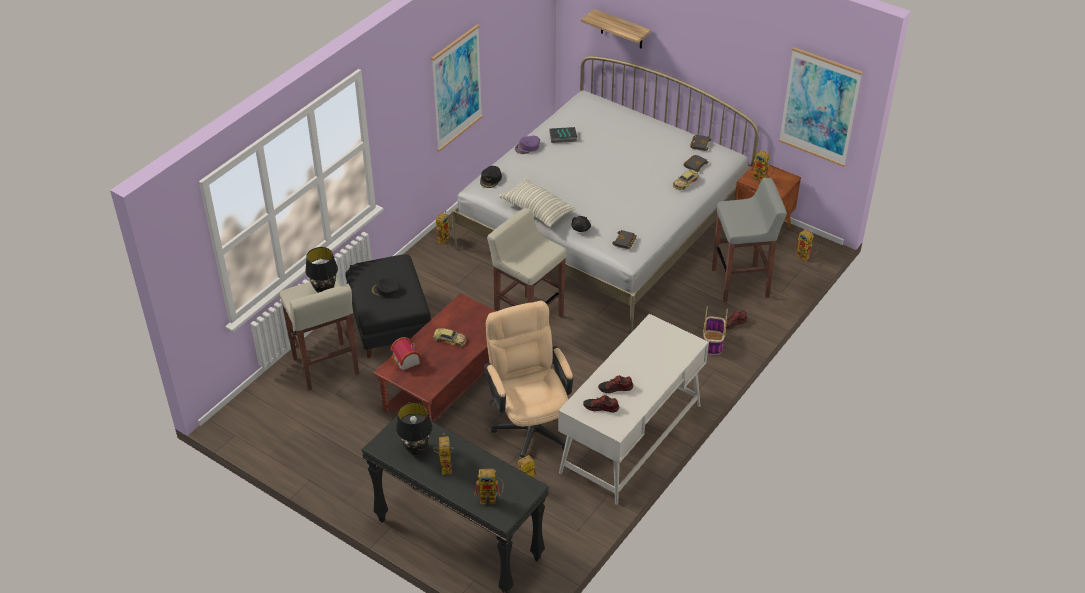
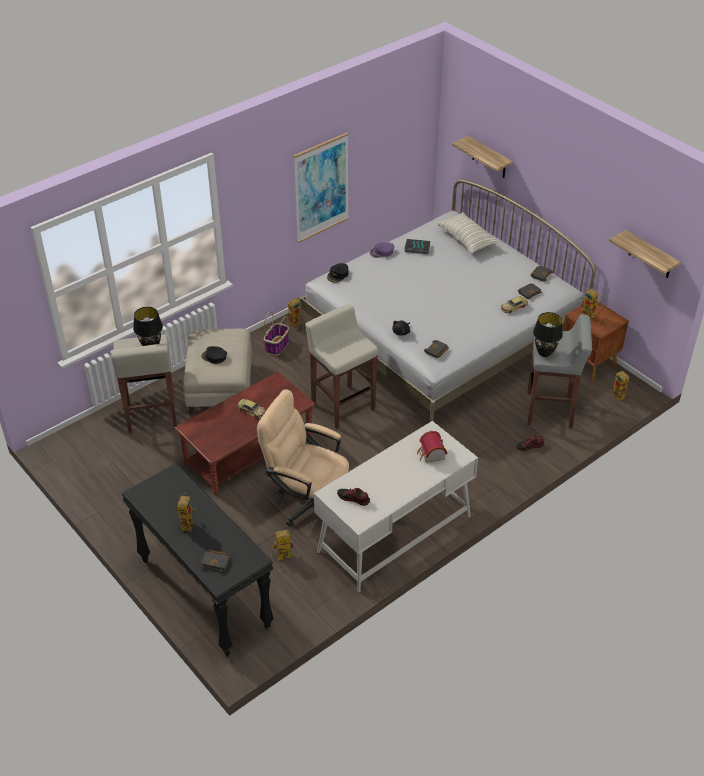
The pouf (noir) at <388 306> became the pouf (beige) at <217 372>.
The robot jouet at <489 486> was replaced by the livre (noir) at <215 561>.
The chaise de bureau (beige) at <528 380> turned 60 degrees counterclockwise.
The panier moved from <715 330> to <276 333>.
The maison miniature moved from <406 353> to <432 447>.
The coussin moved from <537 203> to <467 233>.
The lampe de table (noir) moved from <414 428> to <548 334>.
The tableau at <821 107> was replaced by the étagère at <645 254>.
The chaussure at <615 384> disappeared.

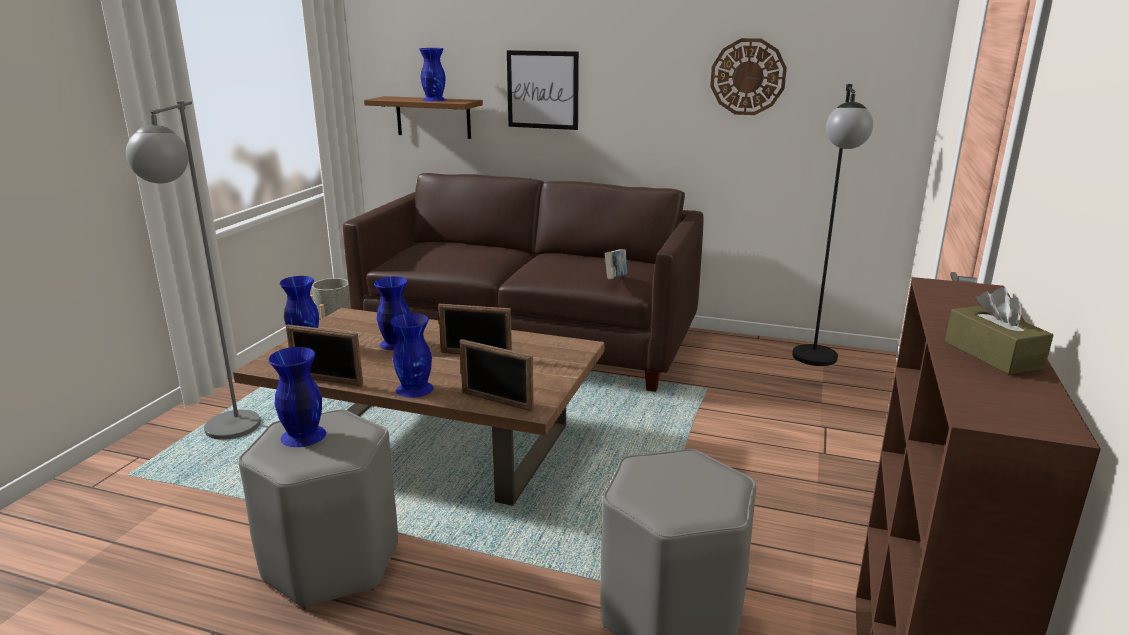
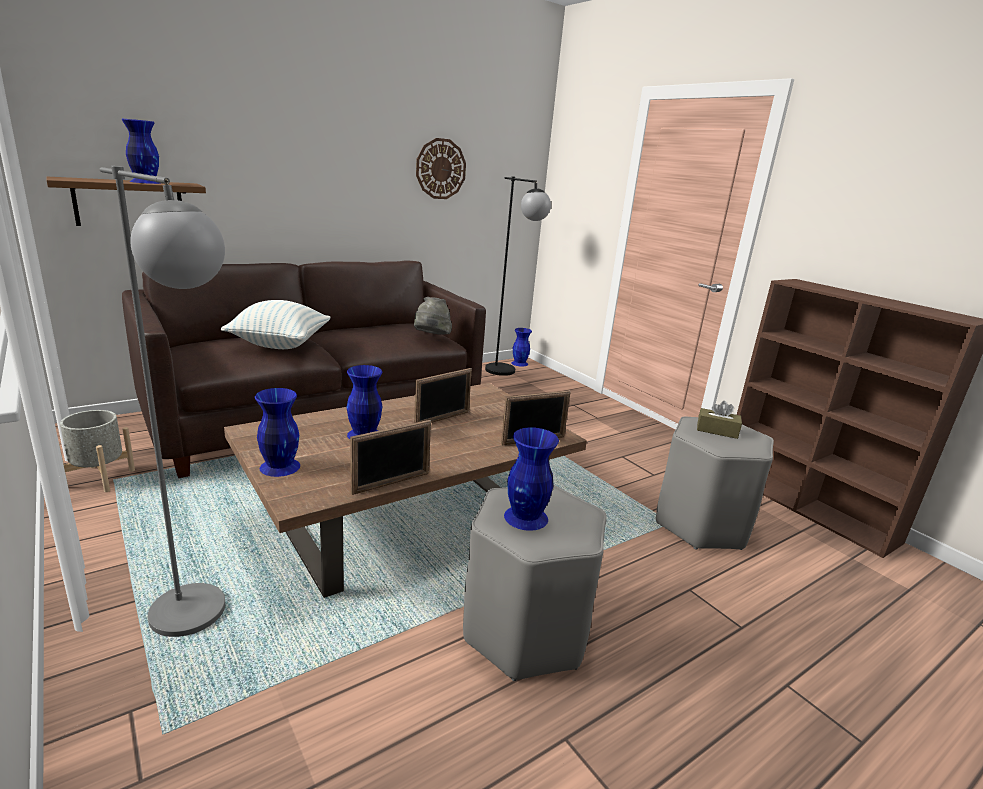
The coussin at <276 324> appeared.
The livre at <616 264> was replaced by the chapeau (gris) at <433 316>.
The vase (bleu) moved from <412 355> to <521 347>.
The boîte à mouchoirs (marron) moved from <999 331> to <719 420>.
The tableau at <543 90> disappeared.

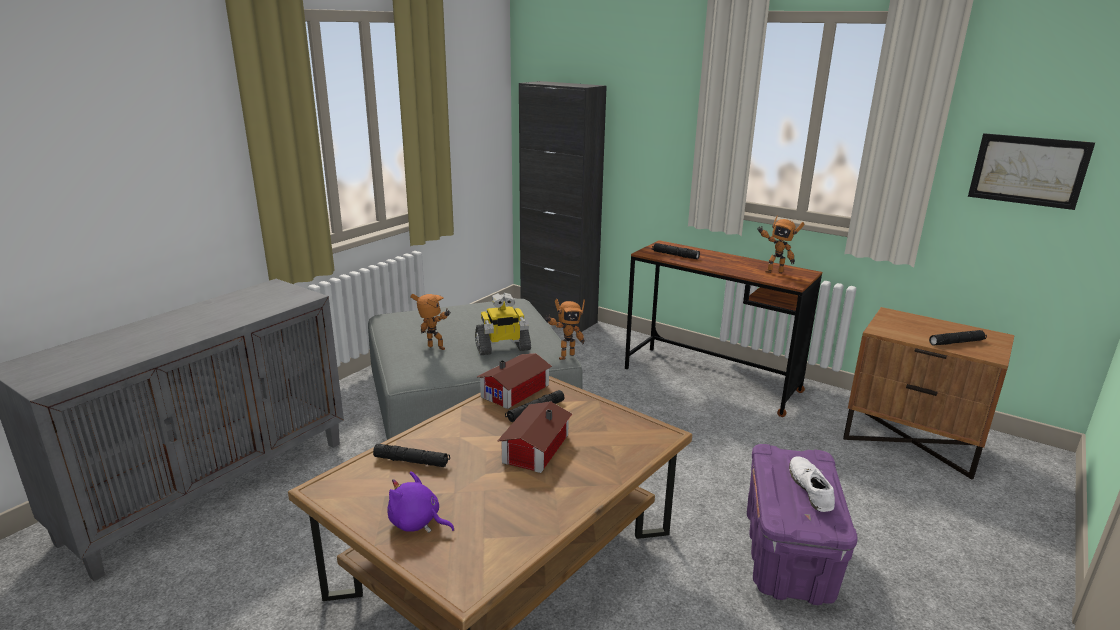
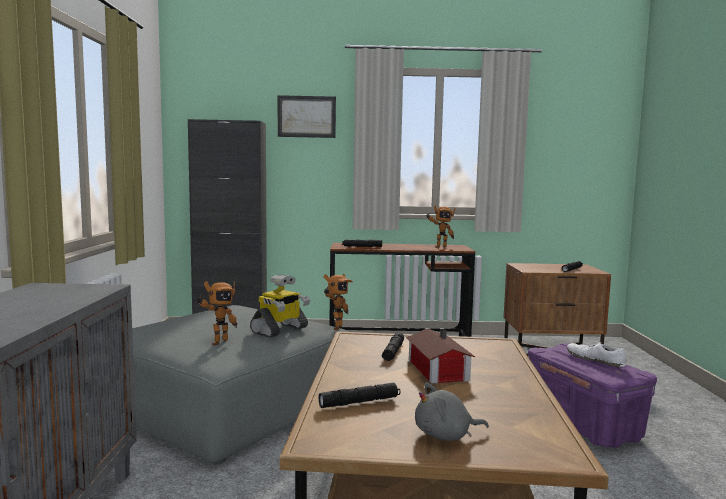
The robot jouet at <430 322> turned 135 degrees clockwise.
The tableau moved from <1031 171> to <307 116>.
The peluche (violet) at <420 502> became the peluche (gris) at <452 411>.
The maison miniature at <514 381> disappeared.

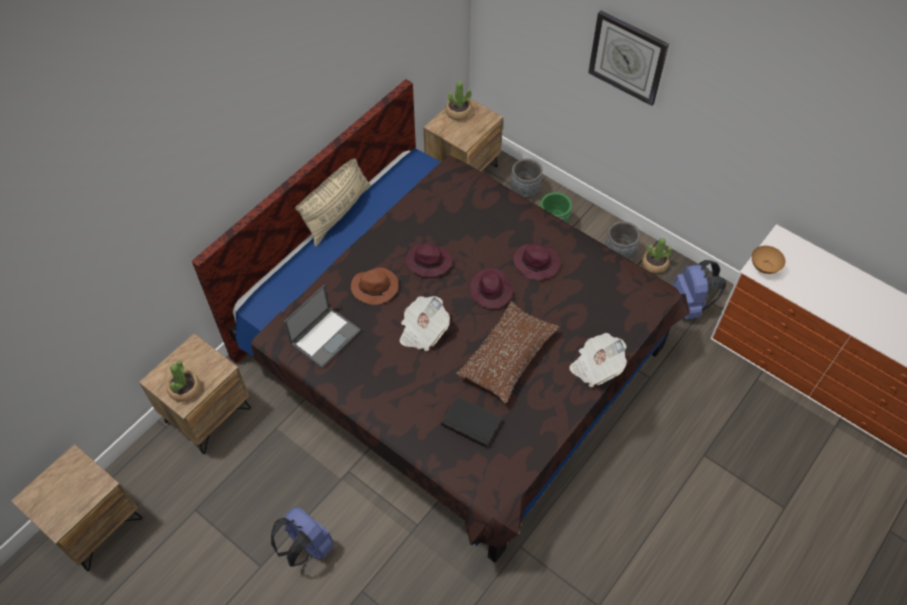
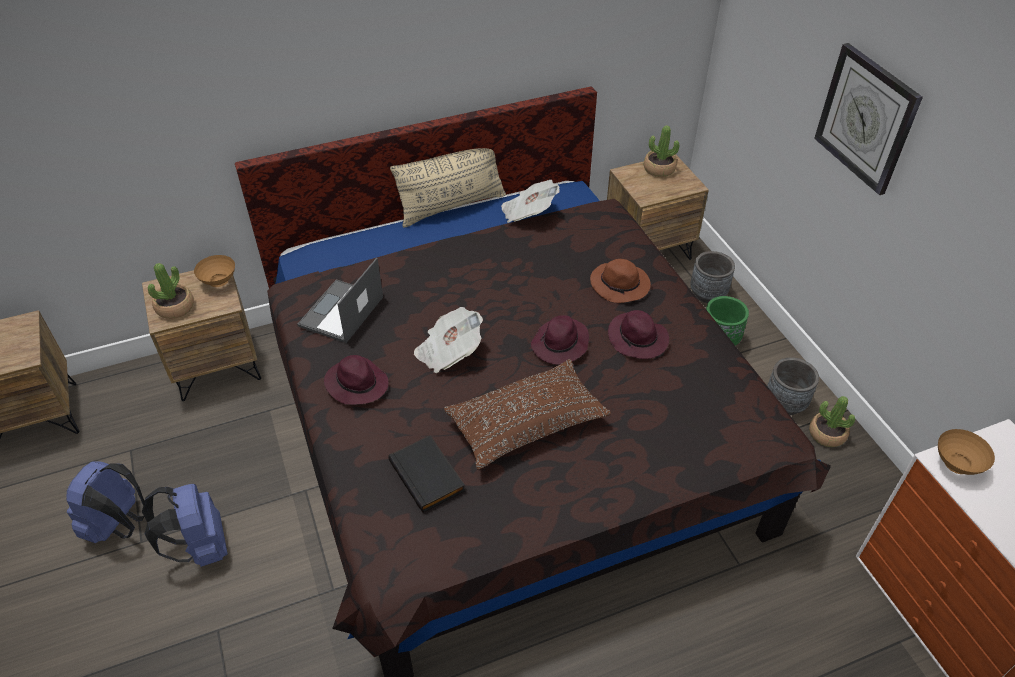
The sac à dos (bleu) moved from <699 290> to <105 502>.
The bol (marron) at <214 271> appeared.
The ordinateur portable at <322 326> turned 135 degrees clockwise.
The chapeau (violet) moved from <428 260> to <356 380>.
The journal moved from <598 360> to <530 201>.
The chapeau (marron) moved from <374 286> to <620 281>.

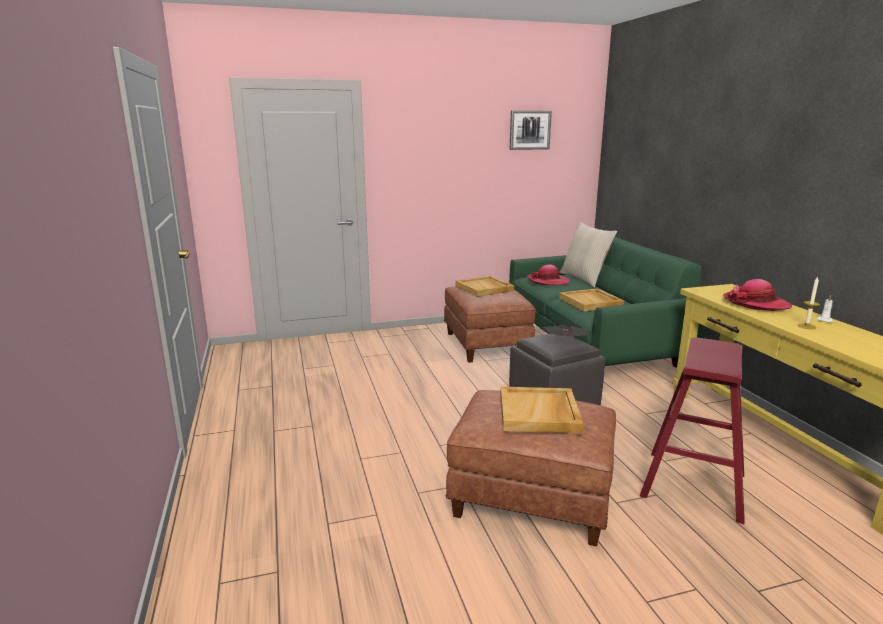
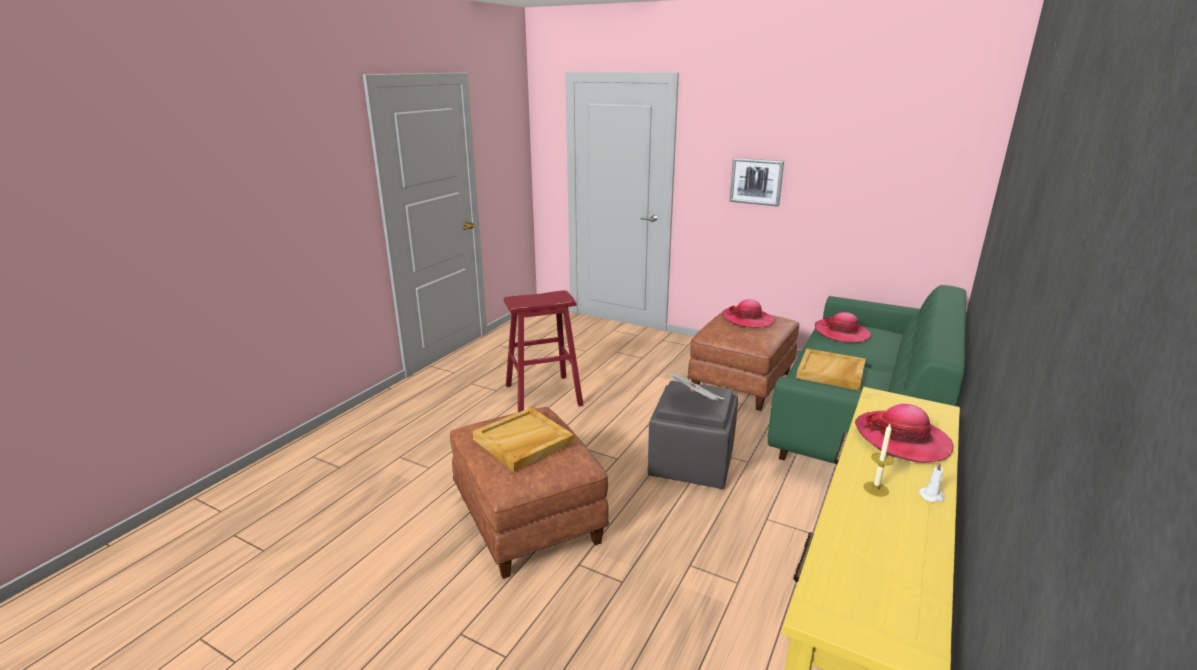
The tabouret (rouge) moved from <692 430> to <544 351>.
The plateau (beige) at <484 286> was replaced by the chapeau at <748 313>.
The tableau moved from <531 130> to <756 182>.
The coussin (beige) at <588 255> disappeared.

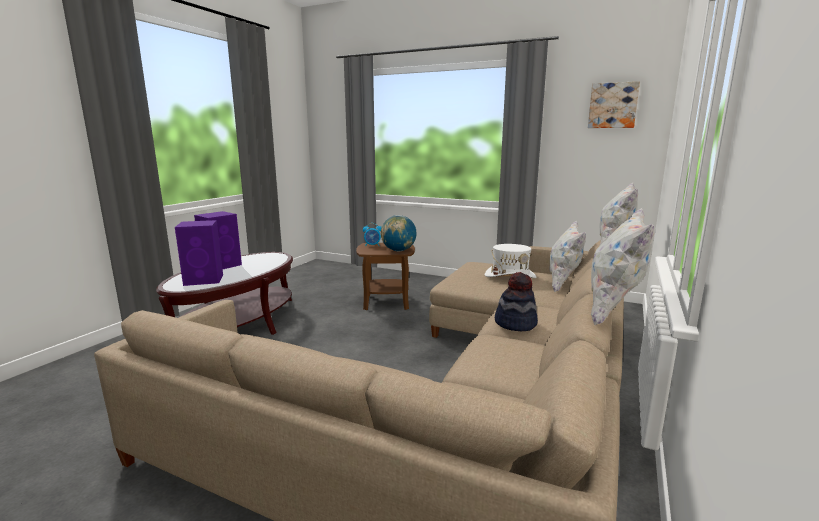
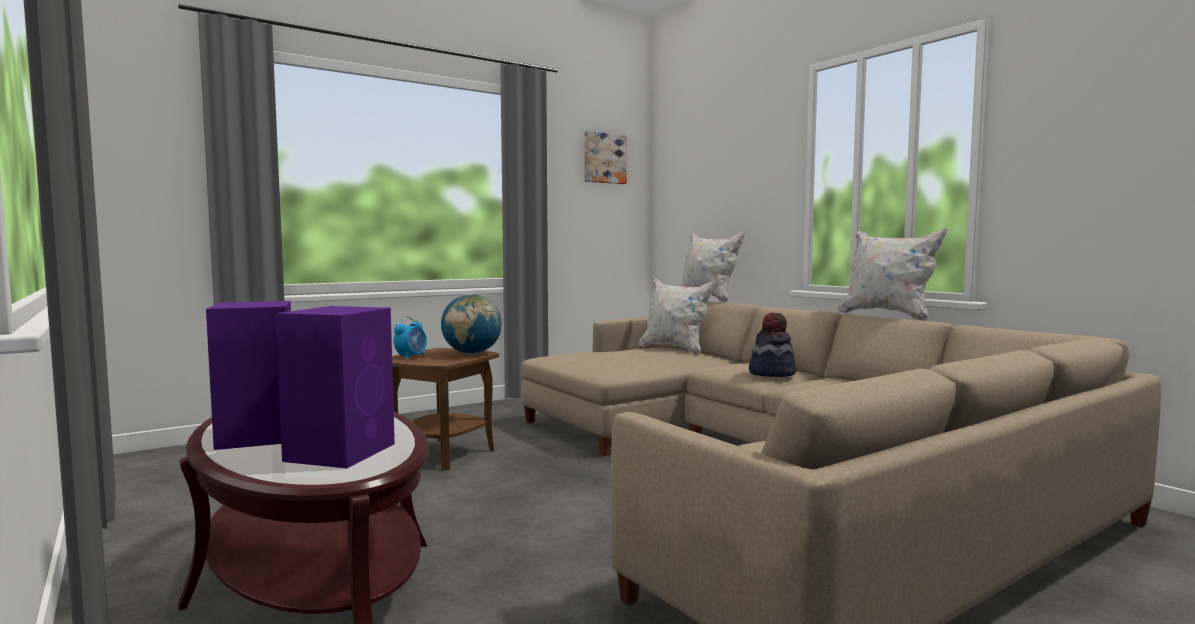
The chapeau (blanc) at <510 261> disappeared.

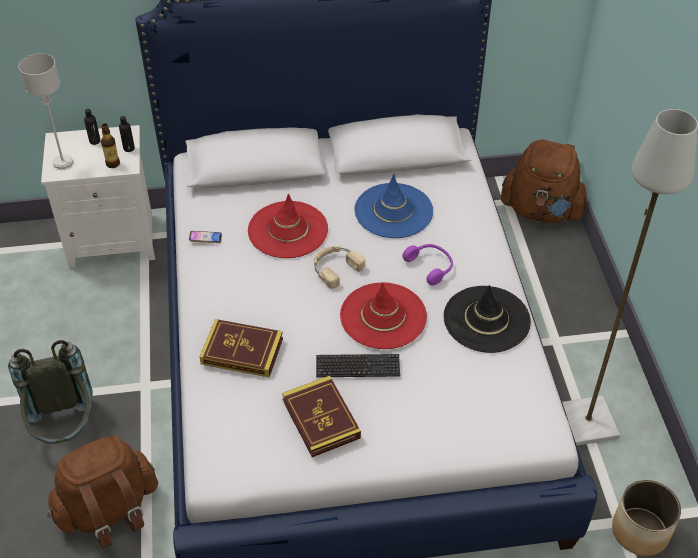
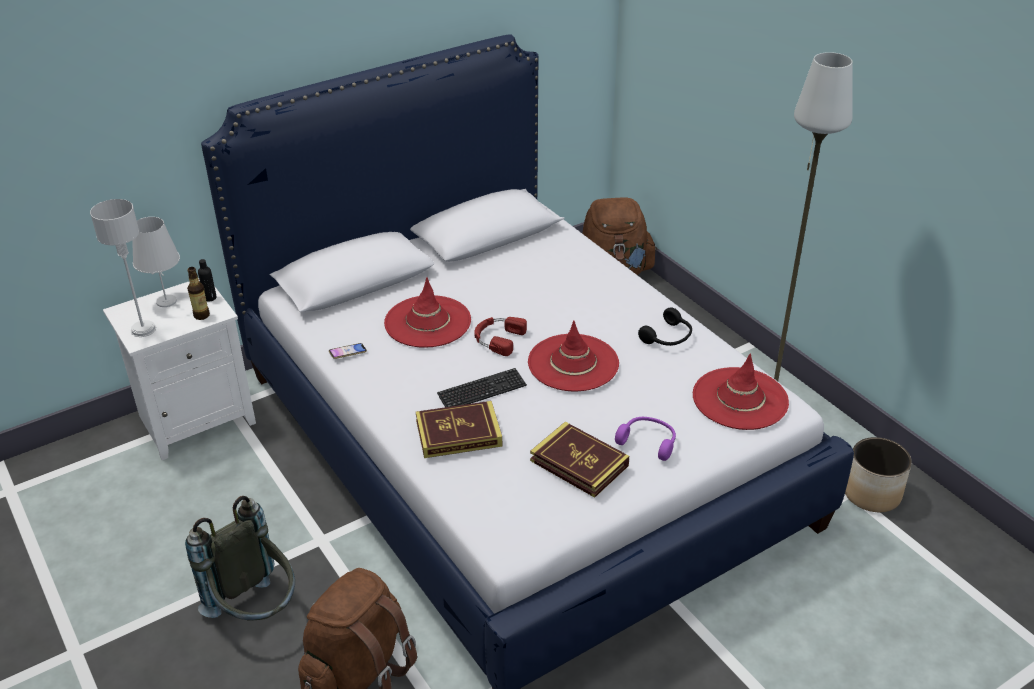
The bouteille (noir) at <92 127> was replaced by the lampe de table (blanc) at <156 262>.
The clavier moved from <358 365> to <482 387>.
The casque audio (beige) at <339 267> became the casque audio (rouge) at <500 336>.
The casque audio (violet) moved from <427 264> to <645 439>.
The chapeau (noir) at <487 319> was replaced by the casque audio (noir) at <665 326>.
The chapeau (rouge) at <741 391> appeared.
The chapeau (bleu) at <394 206> disappeared.

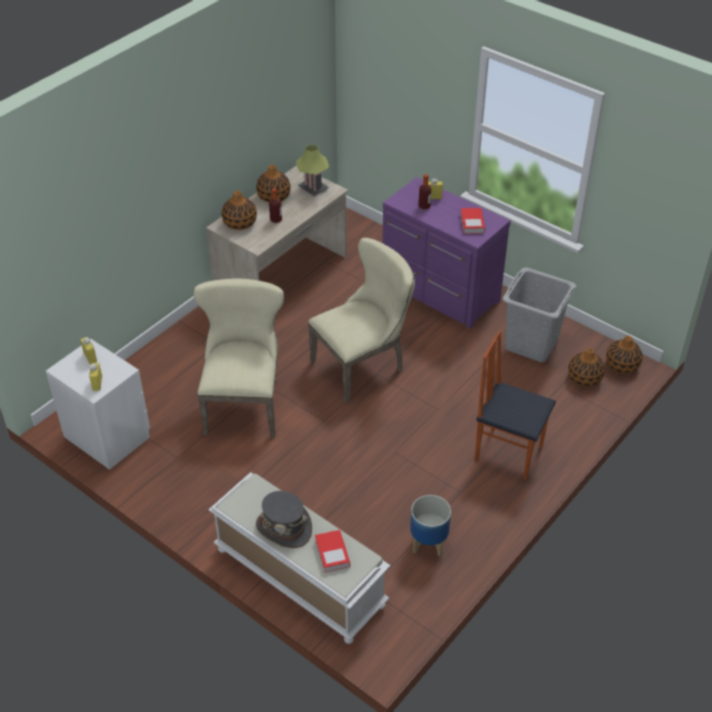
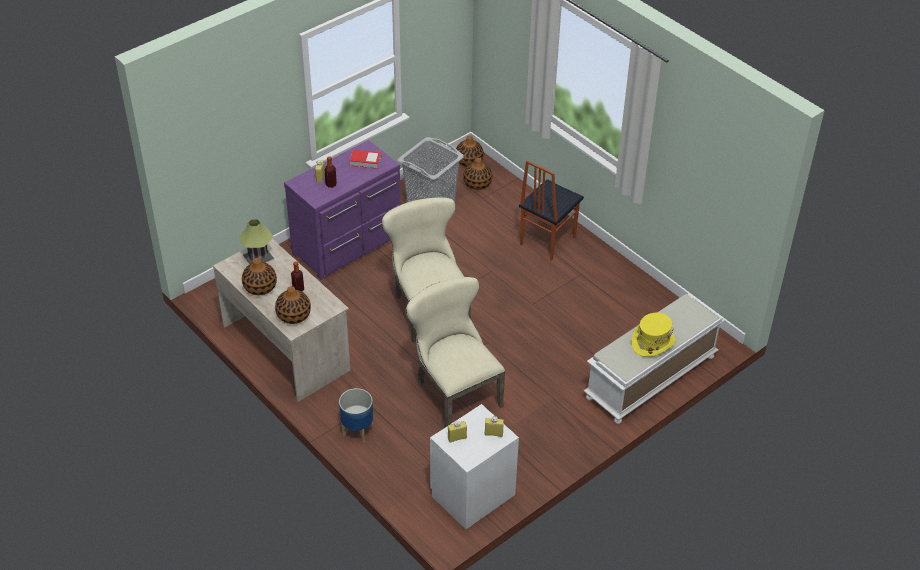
The cache-pot moved from <430 526> to <356 415>.
The chaise (beige) at <238 358> turned 45 degrees clockwise.
The chapeau (gris) at <284 519> became the chapeau (jaune) at <653 335>.
The livre at <332 551> disappeared.

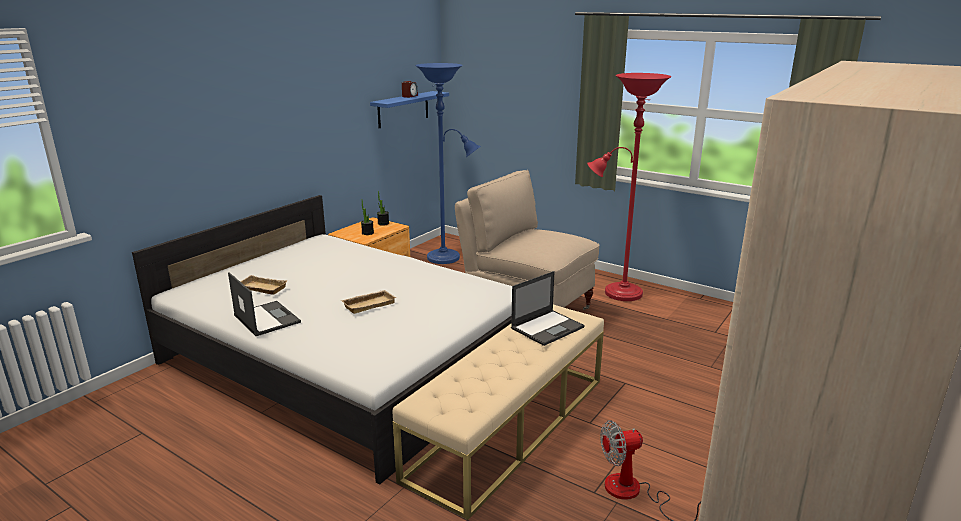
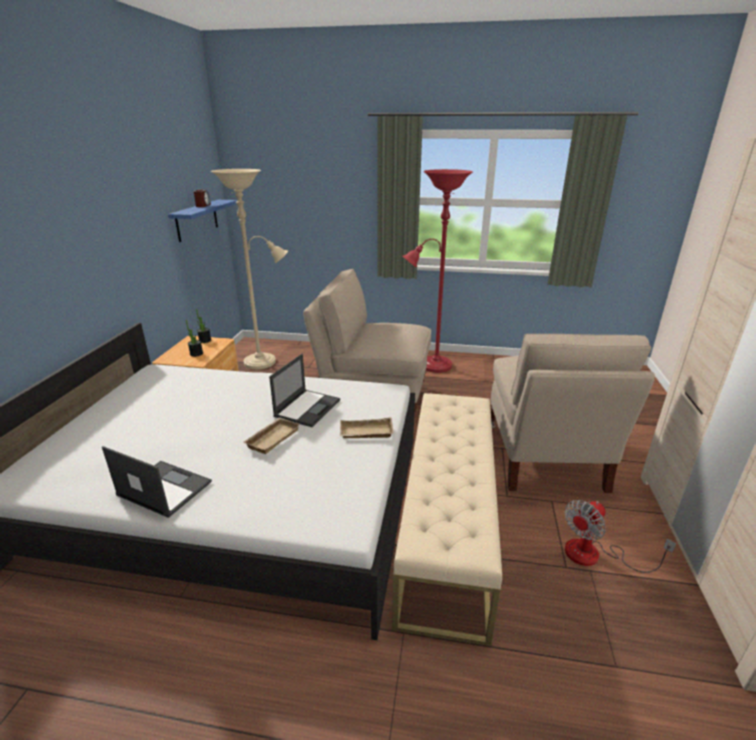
The lampadaire (bleu) at <448 163> became the lampadaire (beige) at <249 269>.
The ordinateur portable moved from <548 308> to <304 390>.
The plateau (beige) moved from <264 285> to <367 427>.
The chaise (beige) at <572 413> appeared.

